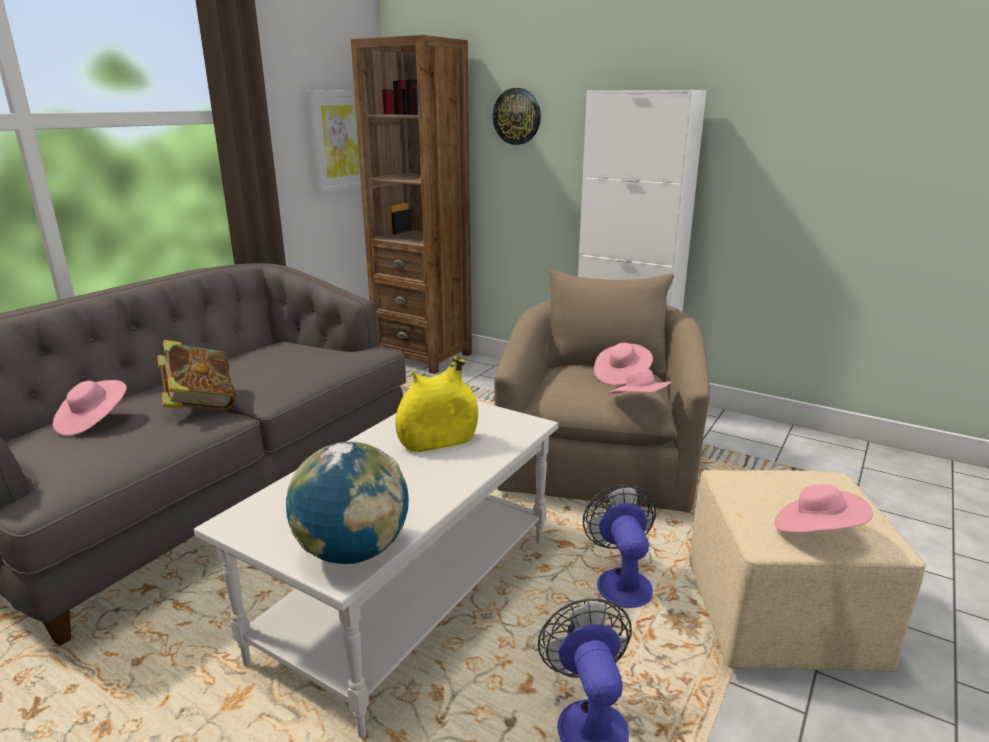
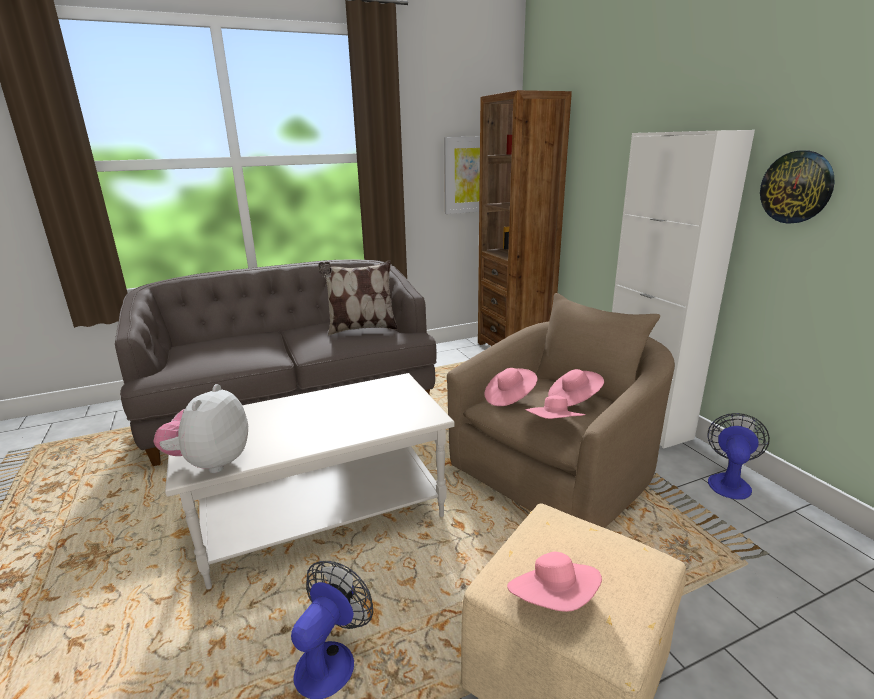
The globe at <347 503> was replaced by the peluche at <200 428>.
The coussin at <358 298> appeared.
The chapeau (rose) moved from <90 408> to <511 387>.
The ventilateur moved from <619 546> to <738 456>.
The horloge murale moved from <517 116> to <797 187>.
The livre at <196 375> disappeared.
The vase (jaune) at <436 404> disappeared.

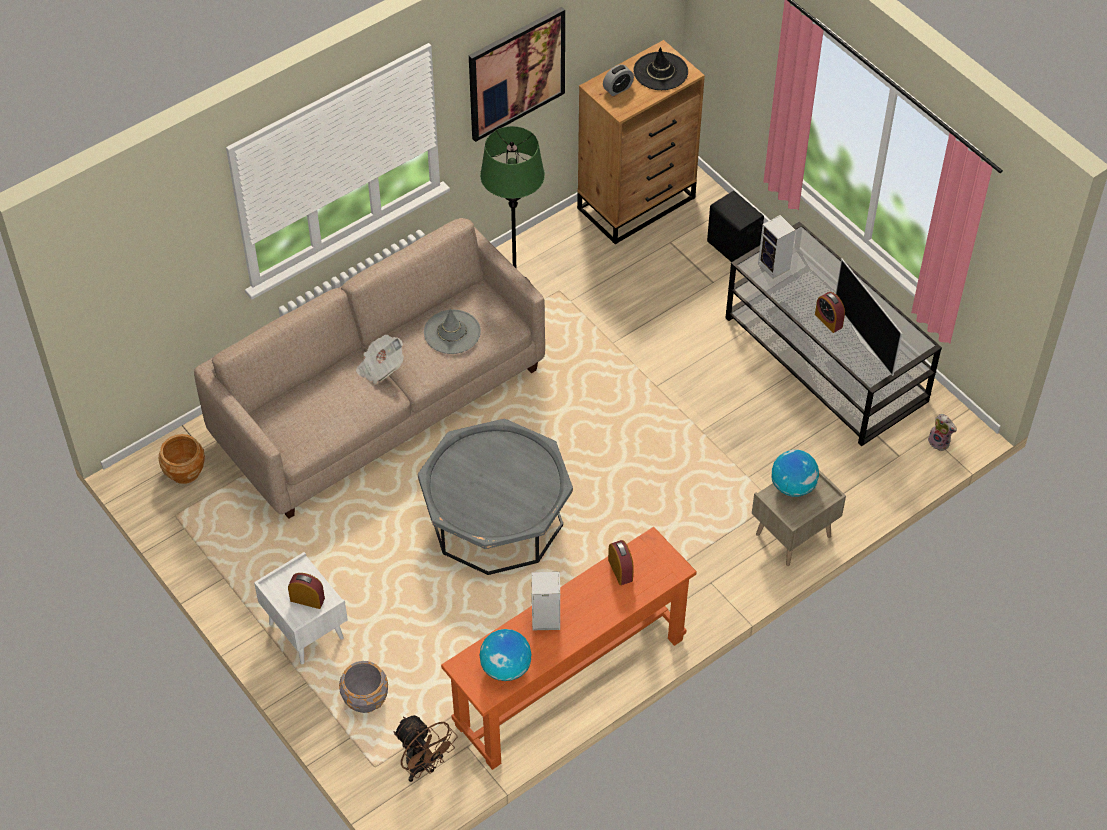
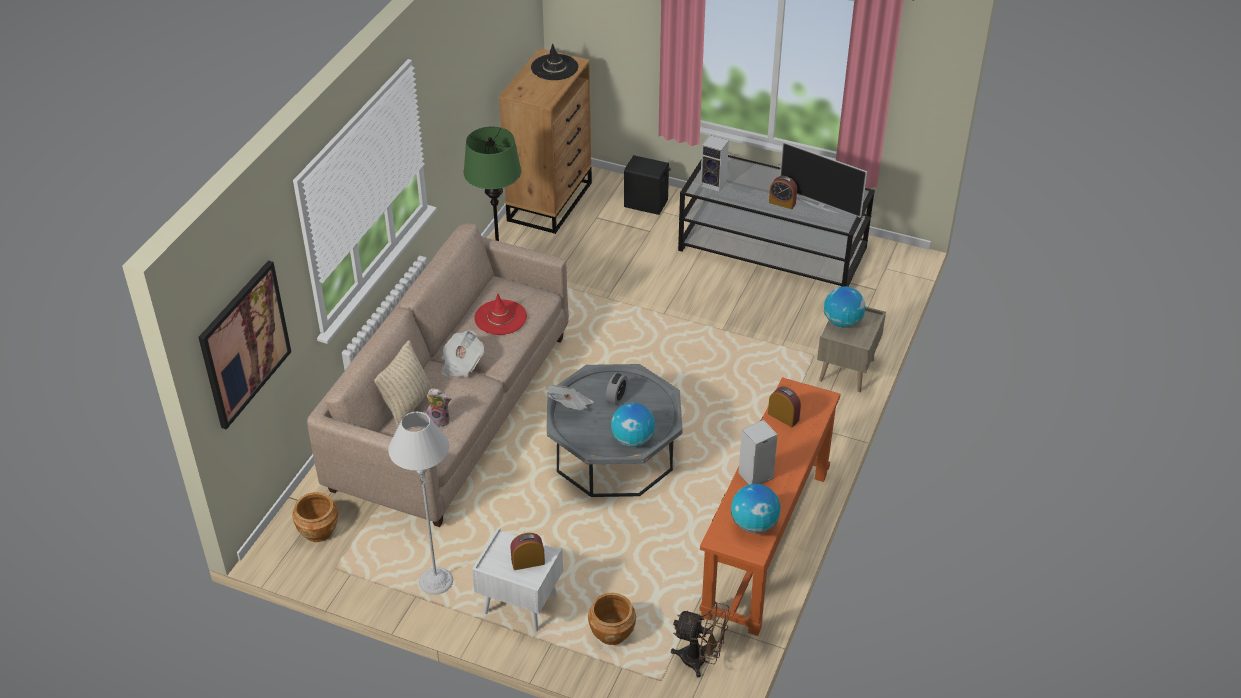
The tableau moved from <517 74> to <244 345>.
The coussin (beige) at <403 384> appeared.
The lampadaire (gris) at <420 503> appeared.
The peluche moved from <942 432> to <439 407>.
The chapeau (gris) at <452 331> became the chapeau (rouge) at <500 314>.
The journal at <570 398> appeared.
The cache-pot (gris) at <363 687> became the cache-pot (marron) at <612 618>.
The réveil moved from <618 80> to <617 389>.
The globe at <633 425> appeared.

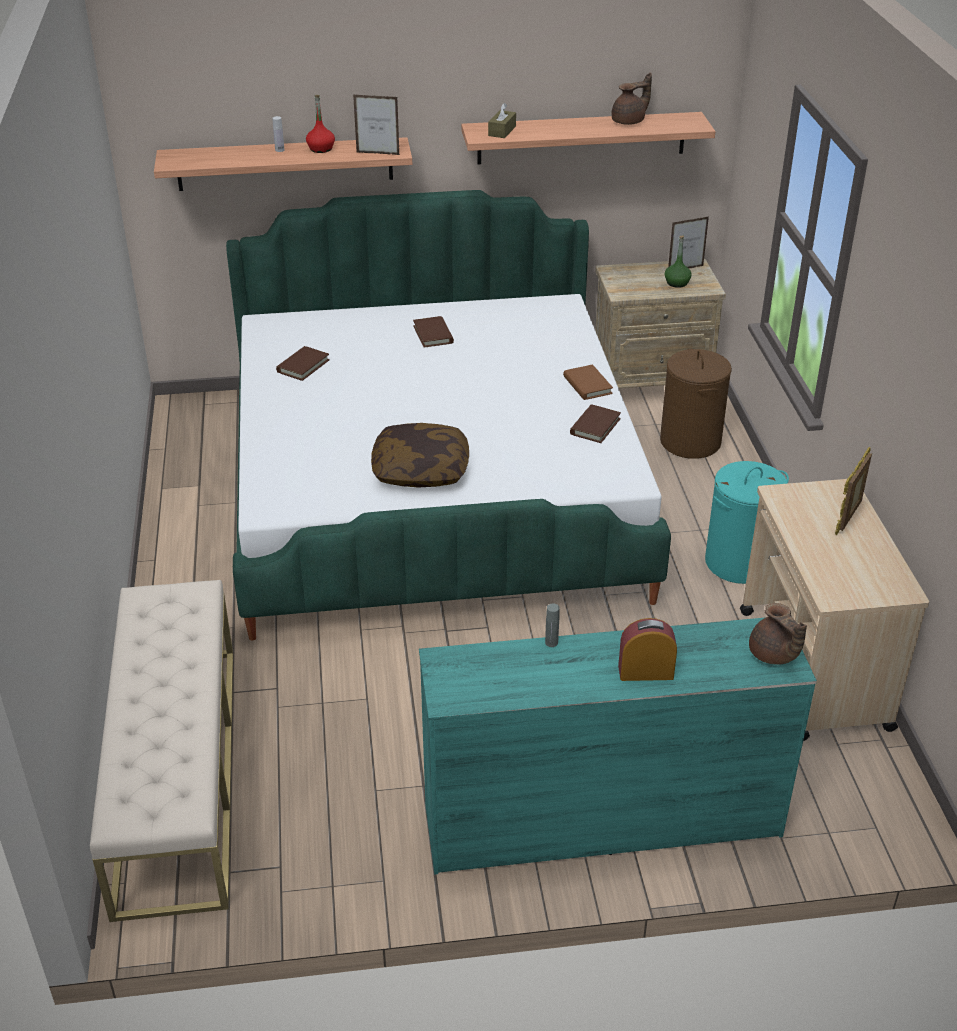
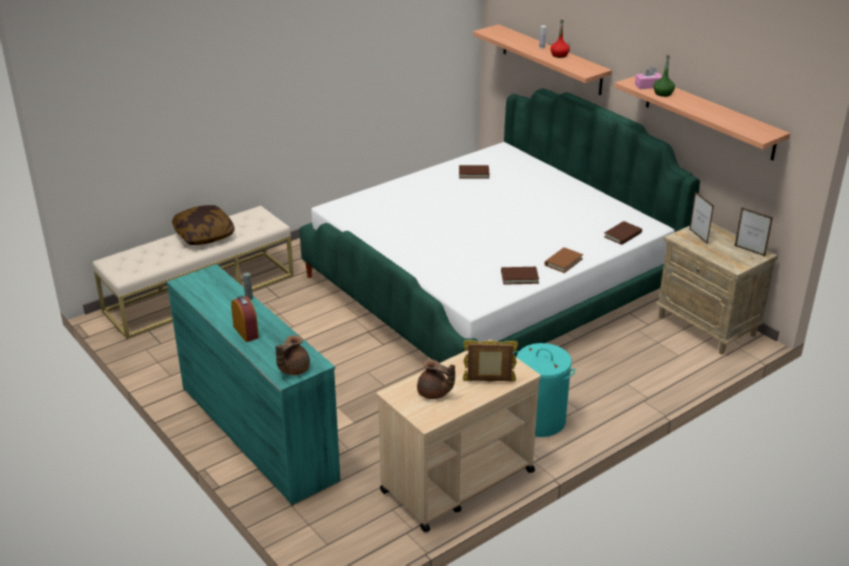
The coussin moved from <420 455> to <203 225>.
The théière (marron) moved from <632 99> to <436 379>.
The livre (marron) moved from <433 332> to <623 233>.
The boîte à mouchoirs (marron) at <502 120> became the boîte à mouchoirs (rose) at <648 77>.
The bouteille (vert) moved from <678 262> to <664 76>.
The cadre photo moved from <376 124> to <702 218>.
The panier à linge (marron) at <696 404> disappeared.

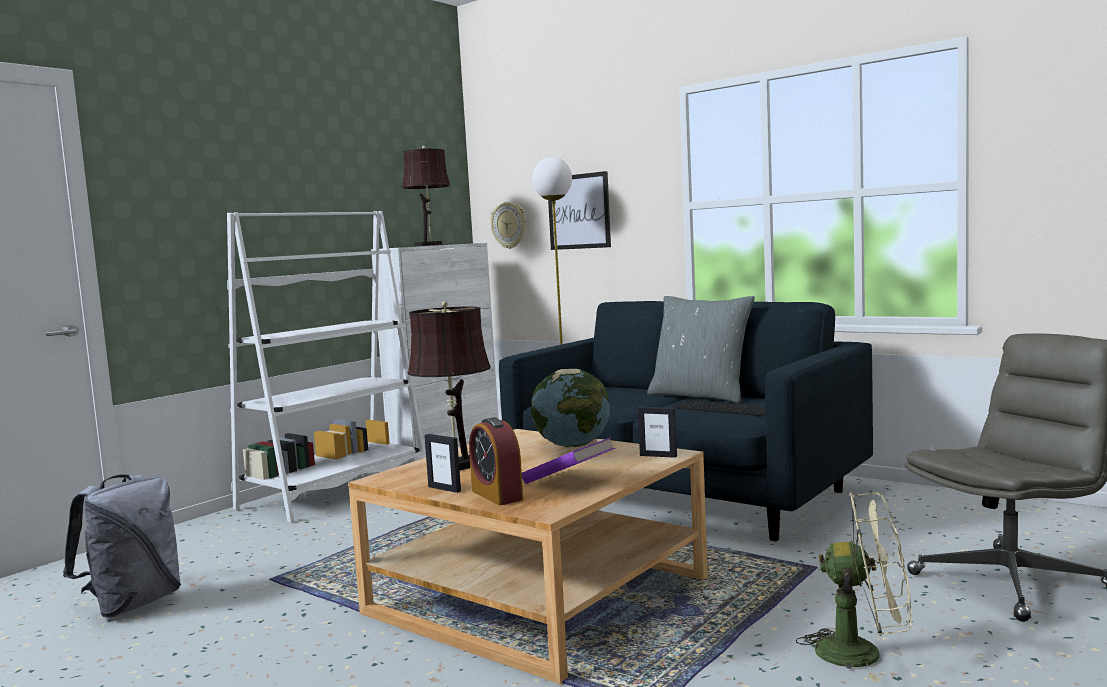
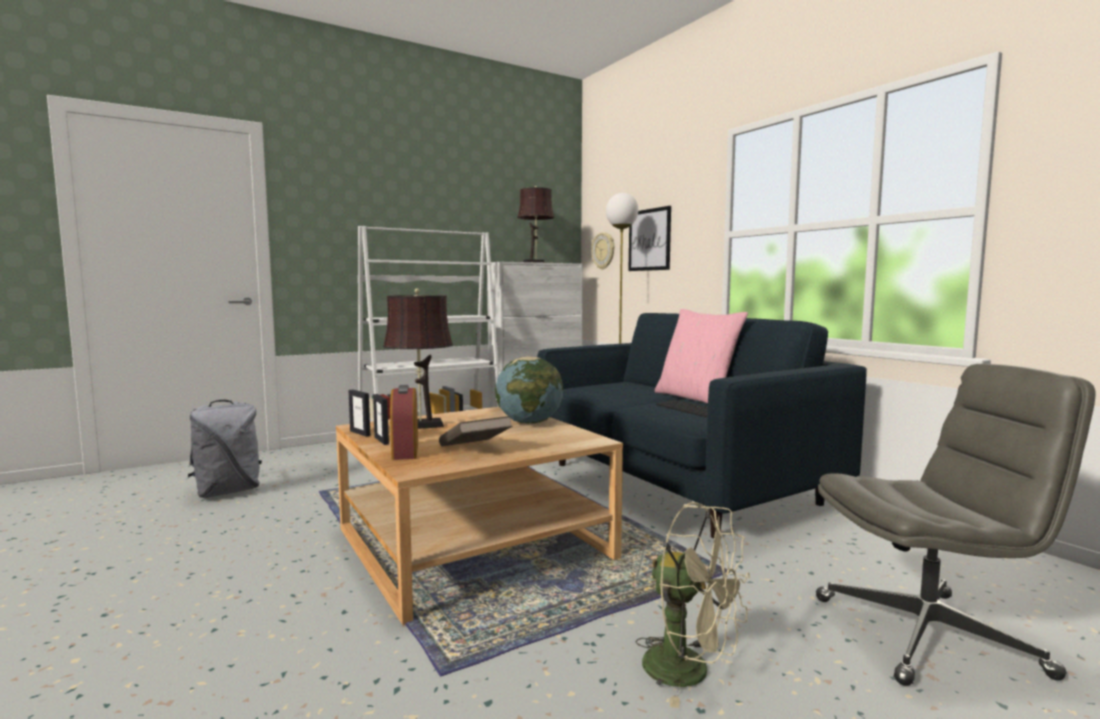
The cadre photo moved from <657 432> to <359 413>.
The livre (violet) at <568 460> became the livre (marron) at <476 431>.
The coussin (gris) at <701 349> became the coussin (rose) at <701 356>.

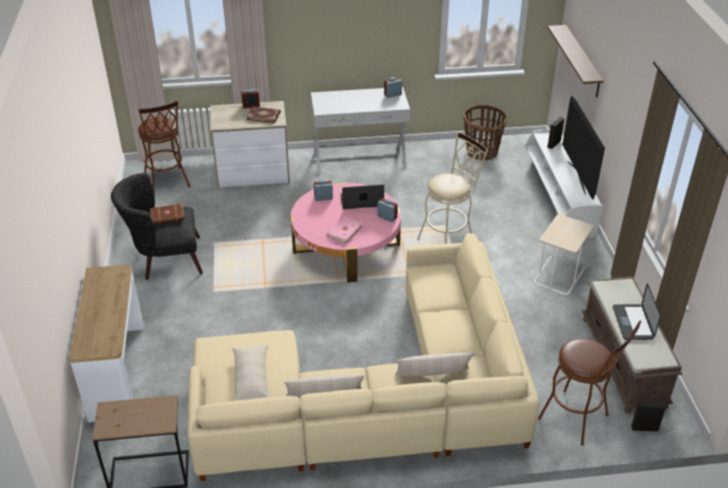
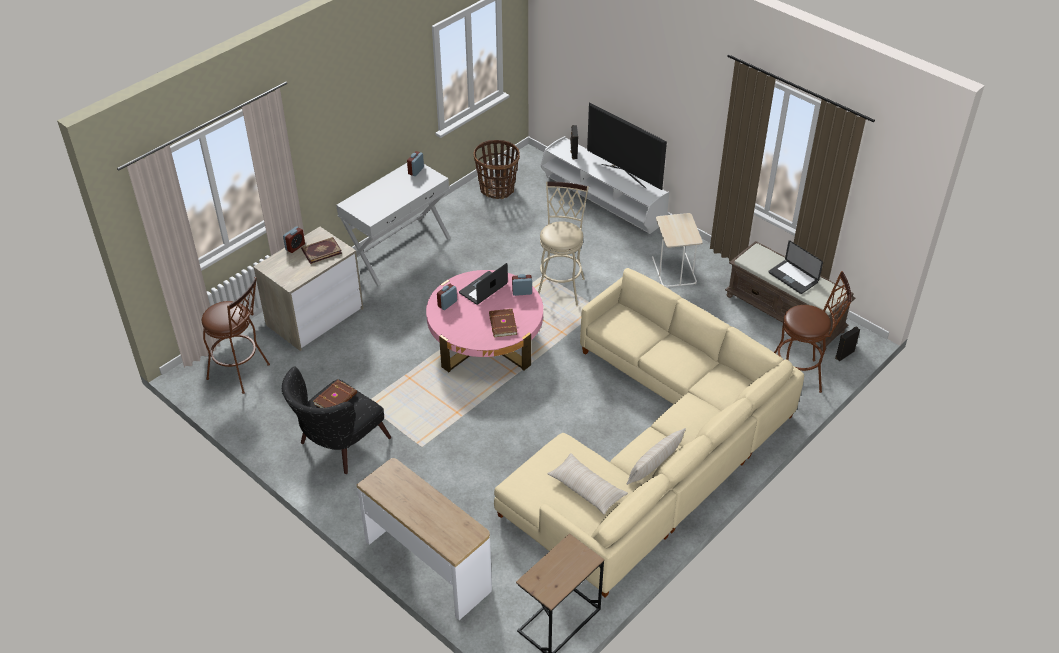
The livre (rose) at <344 230> became the livre (marron) at <503 323>.
The coussin (beige) at <434 364> disappeared.
The étagère at <576 61> disappeared.

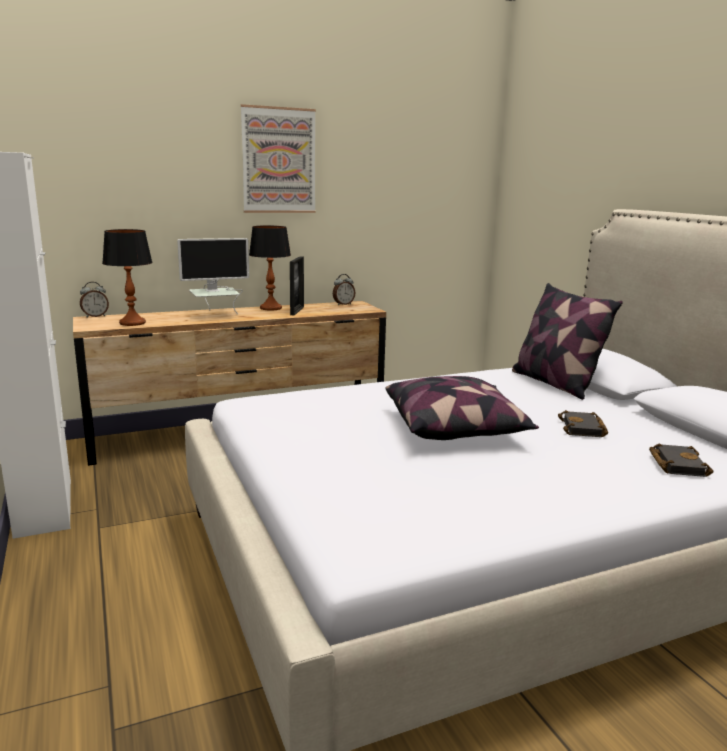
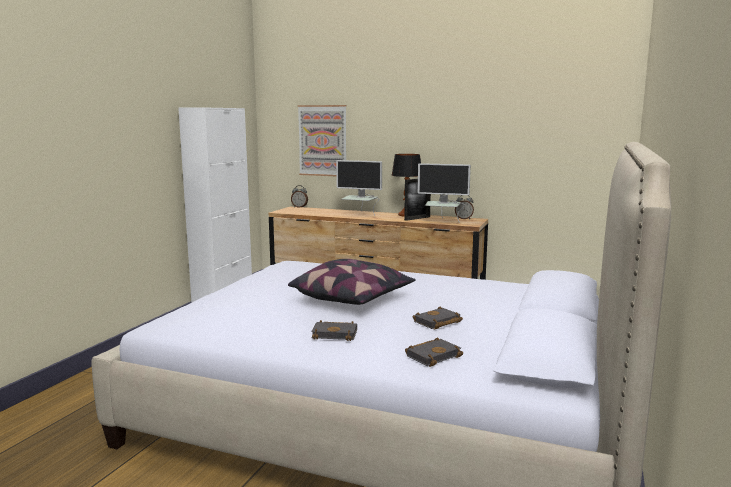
The tableau moved from <278 158> to <322 140>.
The livre (noir) at <334 330> appeared.
The écran d'ordinateur at <444 193> appeared.
The lampe de table at <127 277> disappeared.
The coussin at <567 341> disappeared.

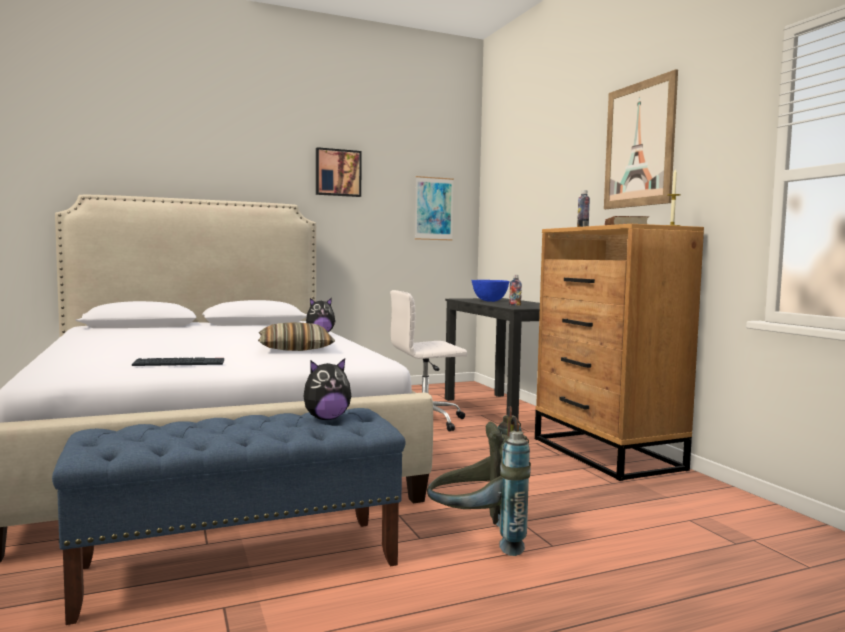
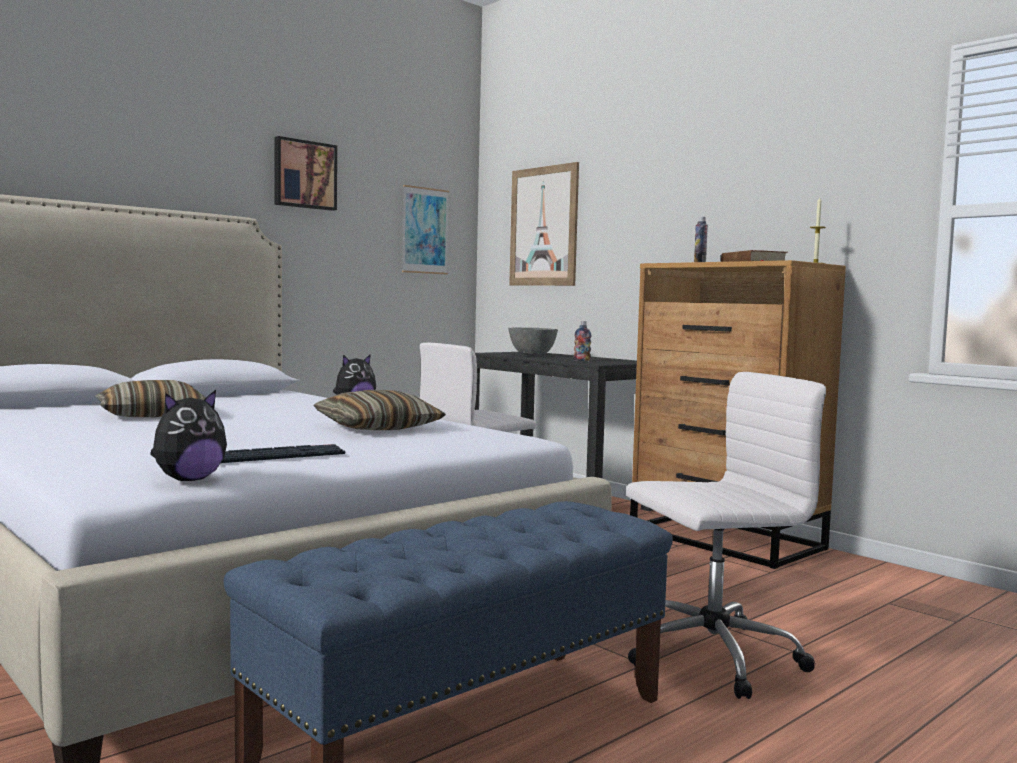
The coussin at <150 398> appeared.
The peluche moved from <327 389> to <188 435>.
The bol (bleu) at <490 291> became the bol (gris) at <533 341>.
The tableau moved from <641 139> to <544 224>.
The sac à dos (gris) at <479 481> was replaced by the chaise de bureau (blanc) at <726 535>.

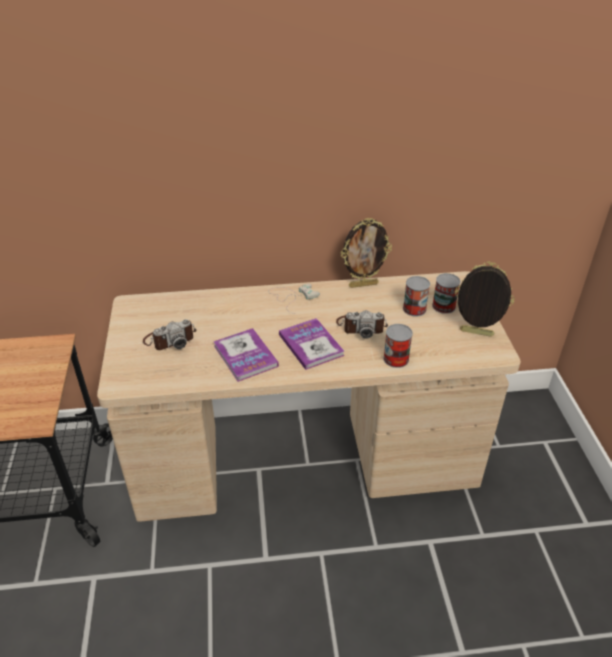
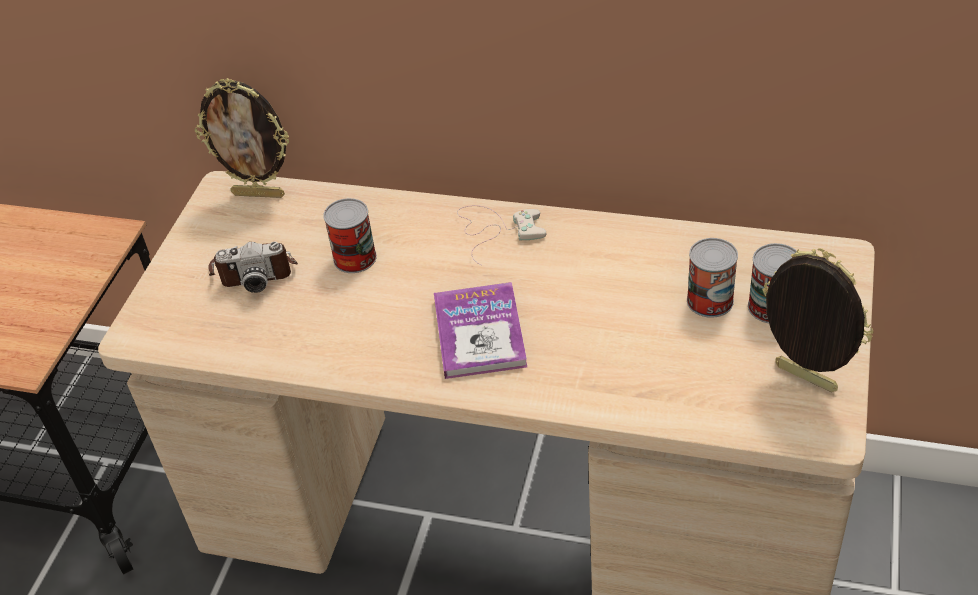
The cadre photo moved from <366 253> to <241 138>.
The boîte métallique moved from <398 346> to <350 235>.
The livre at <246 355> disappeared.
The appareil photo at <362 324> disappeared.

